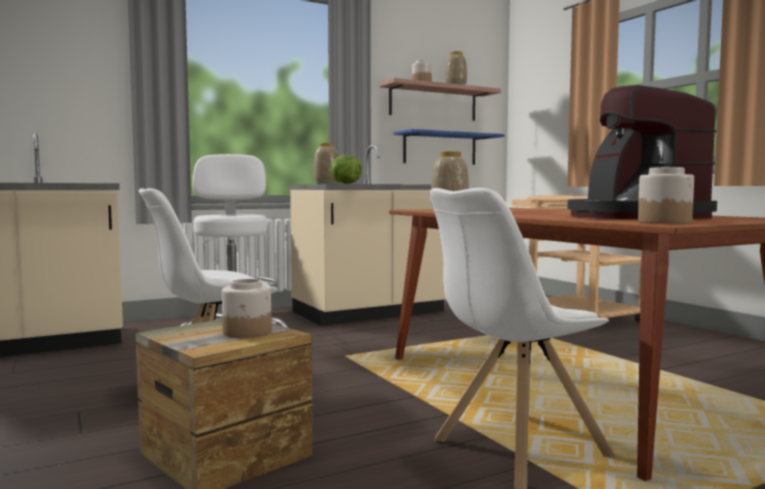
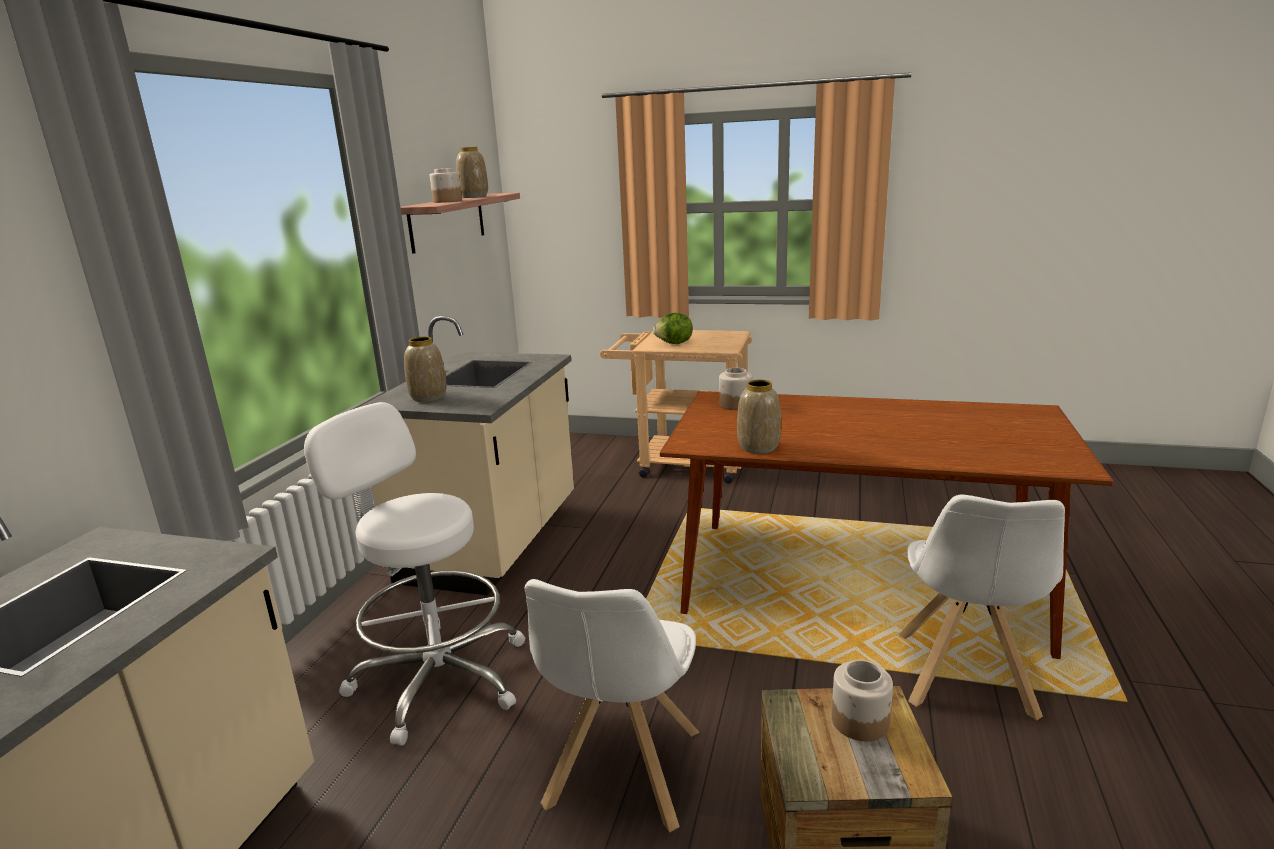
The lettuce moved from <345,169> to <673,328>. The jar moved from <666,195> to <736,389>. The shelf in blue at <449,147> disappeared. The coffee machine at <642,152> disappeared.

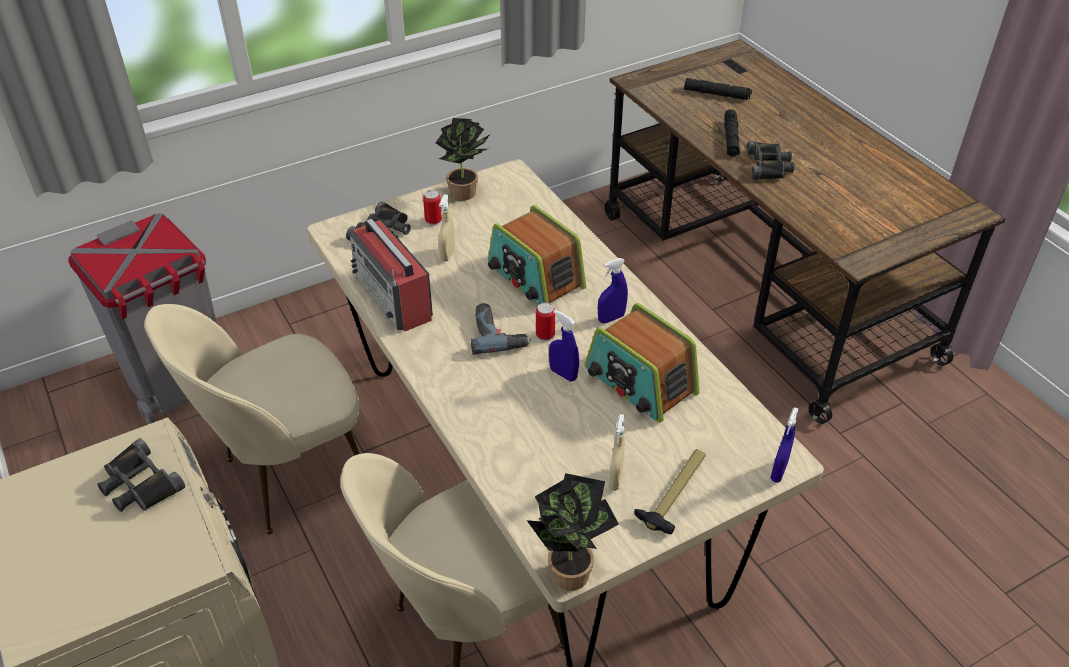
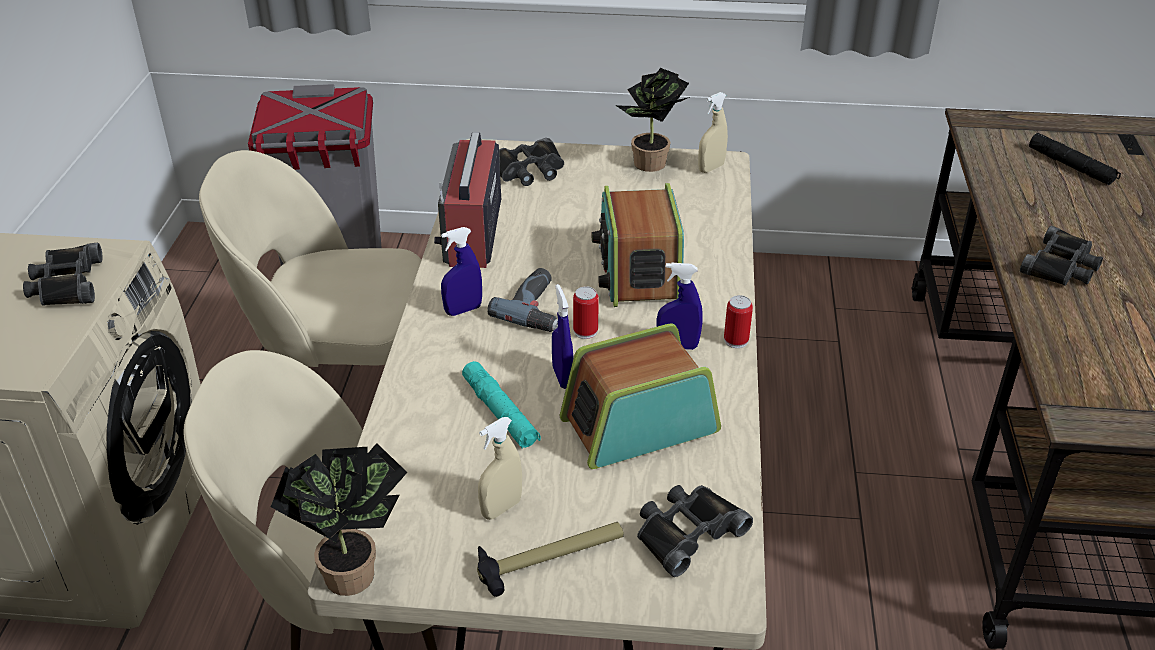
The spray bottle in blue moved from <785,445> to <461,271>. The flashlight in turquoise at <501,404> appeared. The radio at <642,363> turned 75 degrees clockwise. The binoculars in black at <695,531> appeared. The spray bottle in beige moved from <447,228> to <713,132>. The can moved from <432,208> to <738,321>. The flashlight in black at <732,133> disappeared.

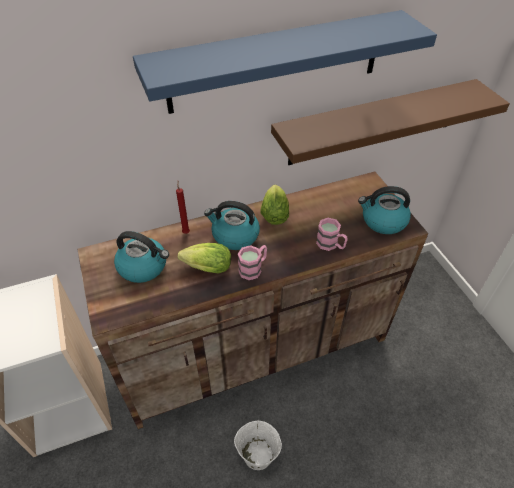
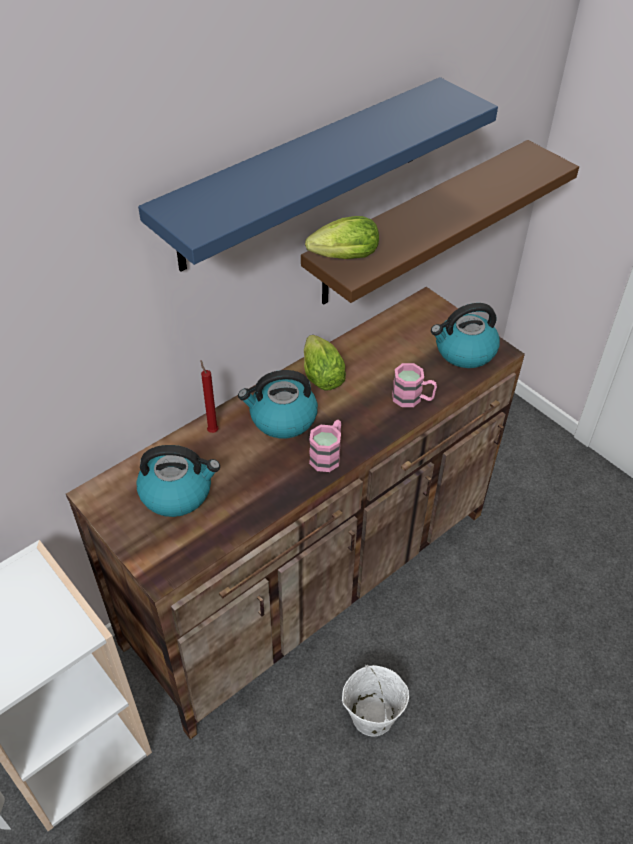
The lettuce moved from <204,258> to <342,237>.

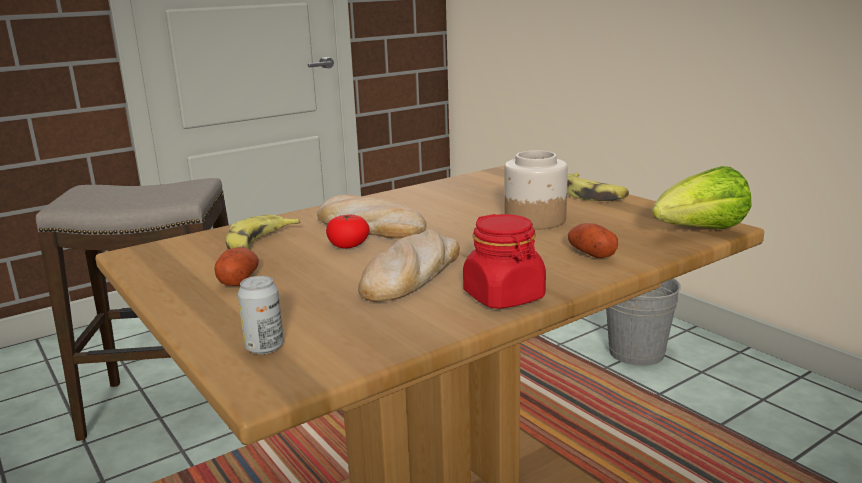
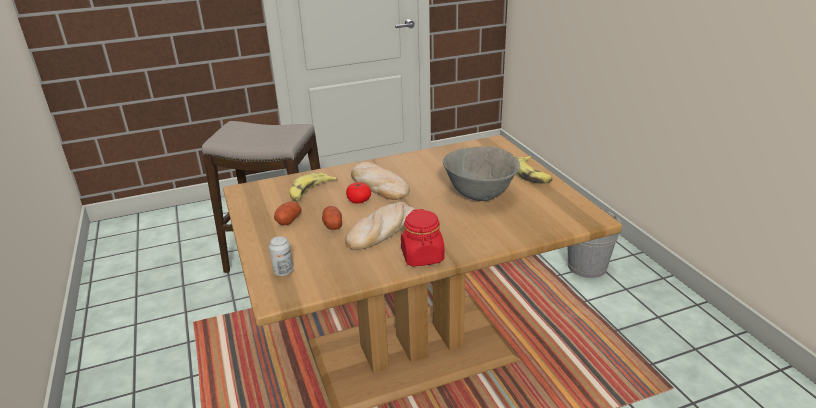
The potato moved from <593,240> to <332,218>. The jar at <536,190> was replaced by the bowl in grey at <481,173>. The lettuce at <702,197> disappeared.

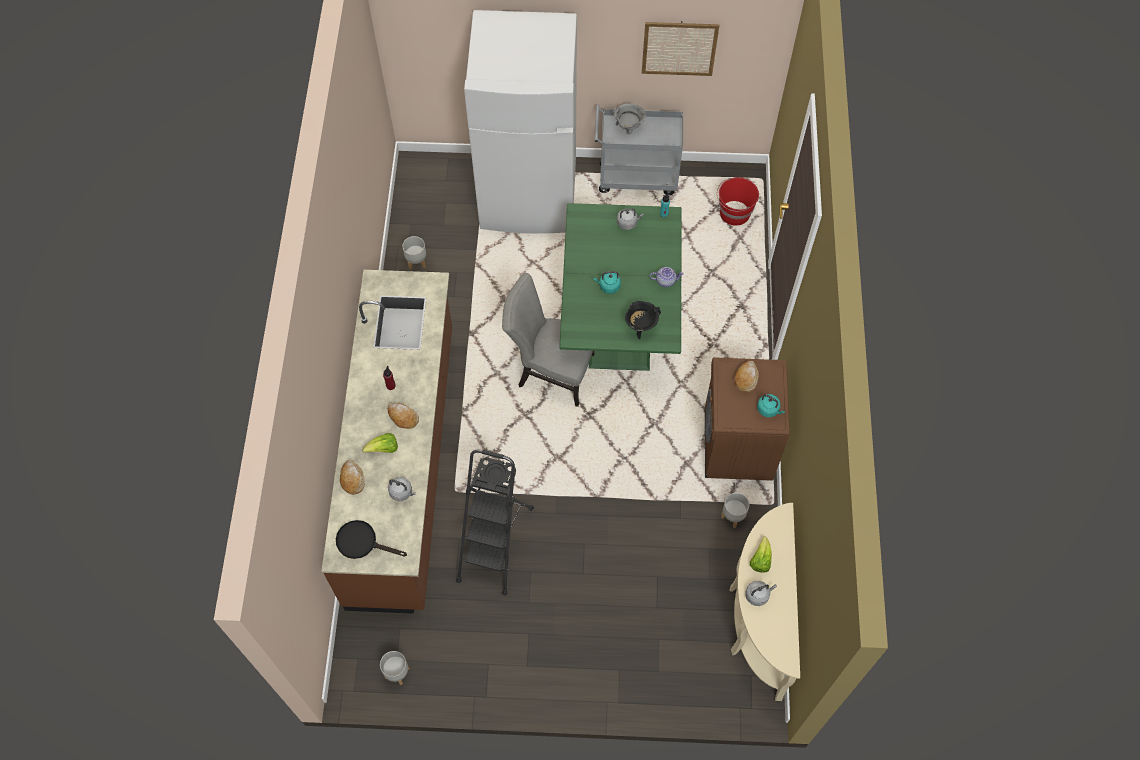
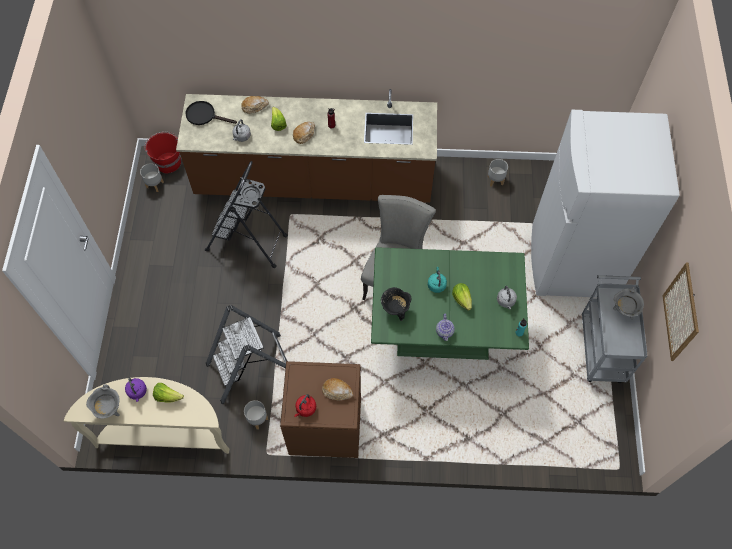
The cooking pot in grey at <103,401> appeared. The kettle in grey at <761,593> became the kettle in purple at <136,390>. The bucket in red moved from <738,201> to <162,153>. The frying pan in black at <371,539> turned 90 degrees counterclockwise. The step ladder in grey at <246,354> appeared. The kettle in turquoise at <771,405> became the kettle in red at <305,405>. The lettuce at <462,297> appeared.

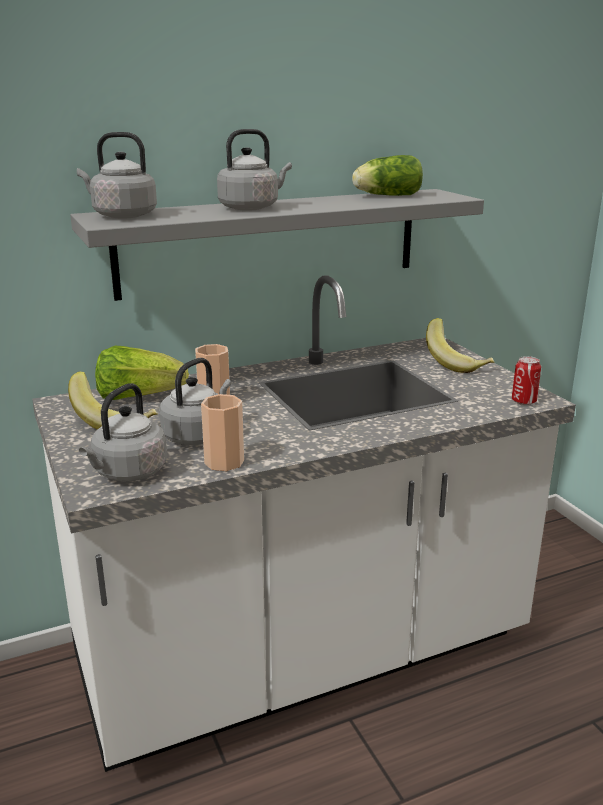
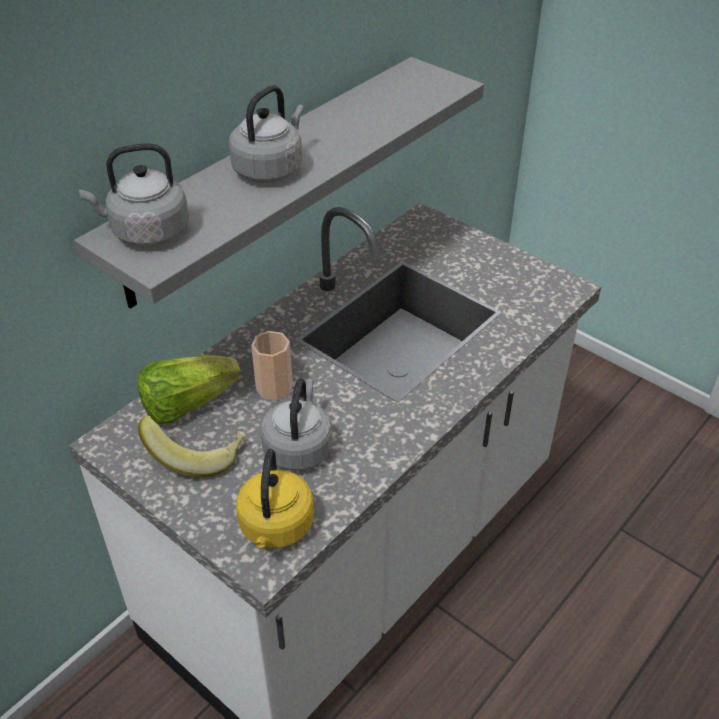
The kettle in grey at <123,432> became the kettle in yellow at <275,499>. The cup at <222,432> disappeared. The lettuce at <387,175> disappeared. The banana at <460,345> disappeared. The can at <526,380> disappeared.

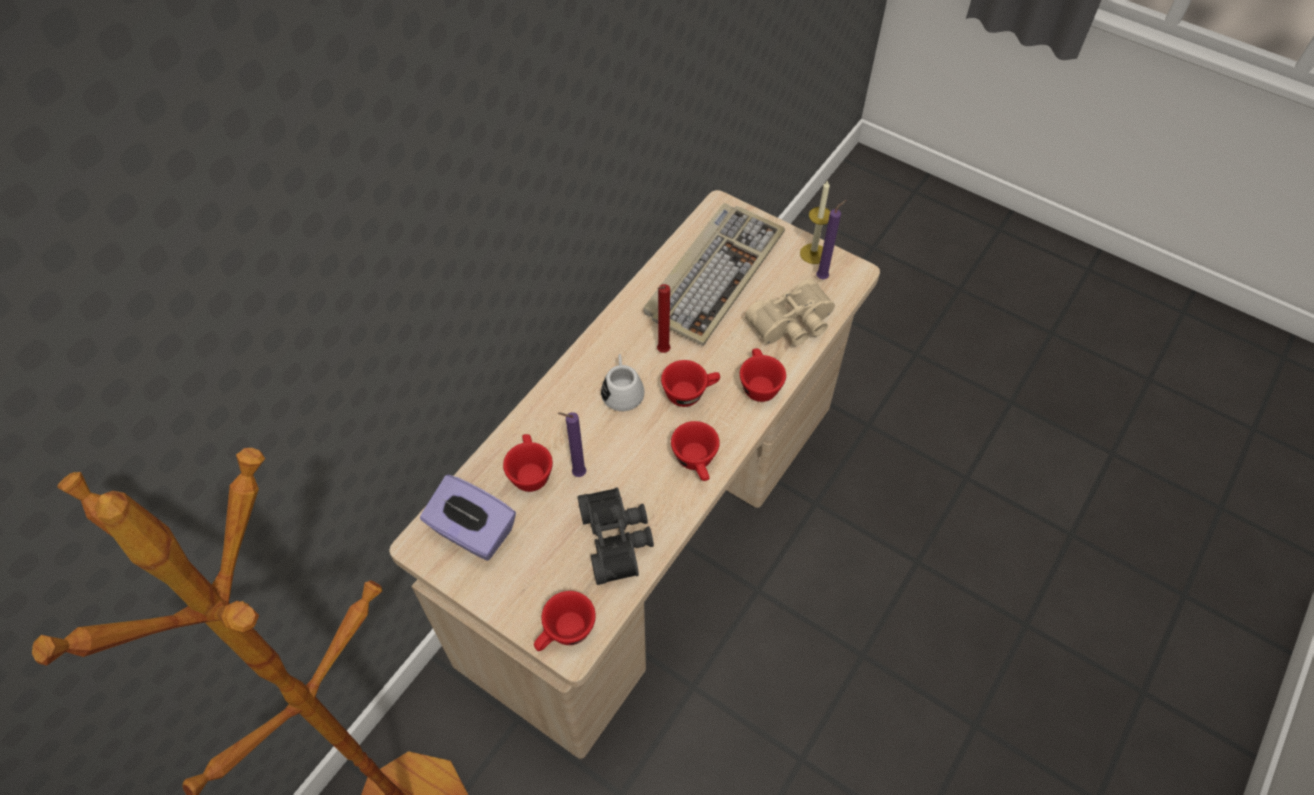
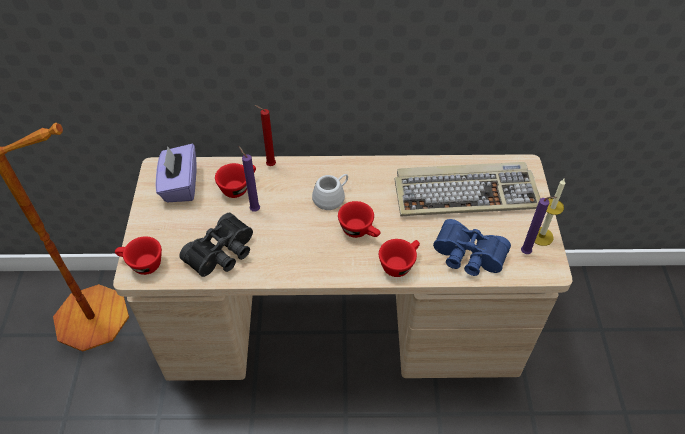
The candle in red moved from <663,318> to <265,135>. The binoculars in beige at <790,312> became the binoculars in blue at <472,247>. The cup in red at <695,451> disappeared.

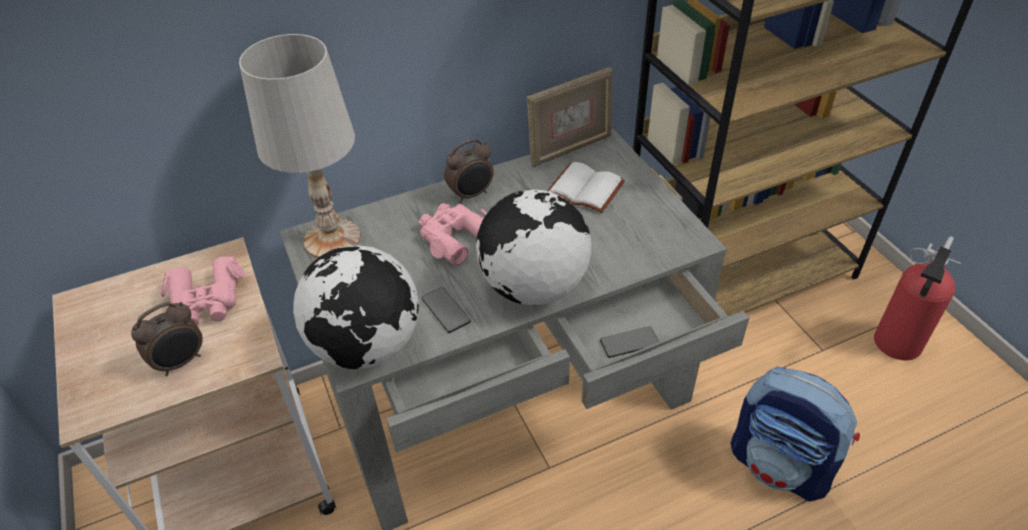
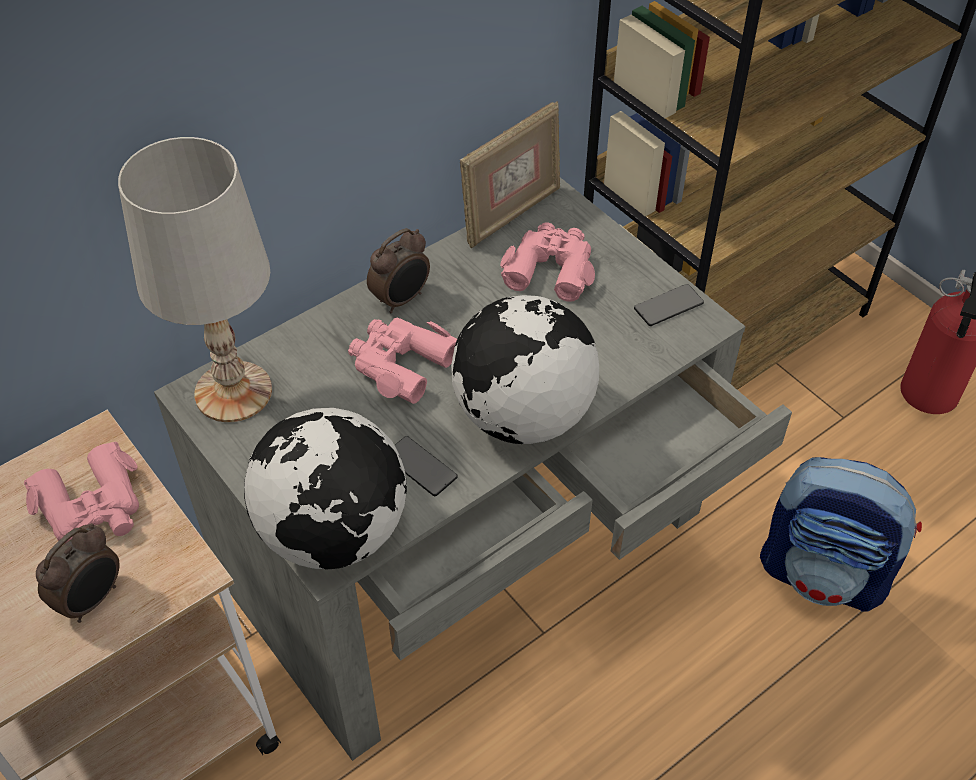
The book in white at <586,187> was replaced by the binoculars in pink at <547,262>. The phone moved from <629,342> to <669,305>.

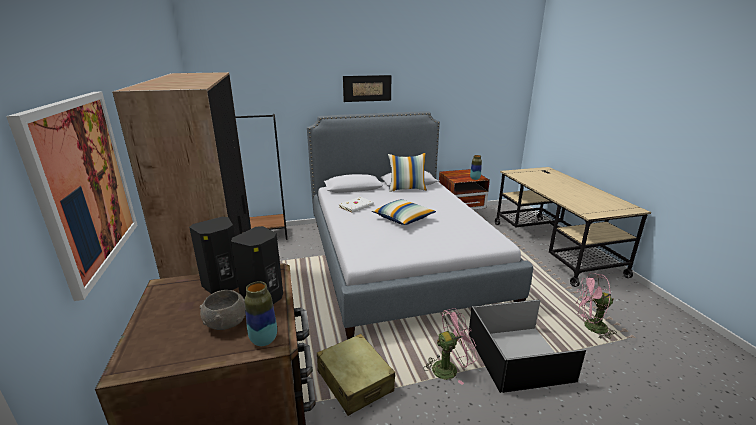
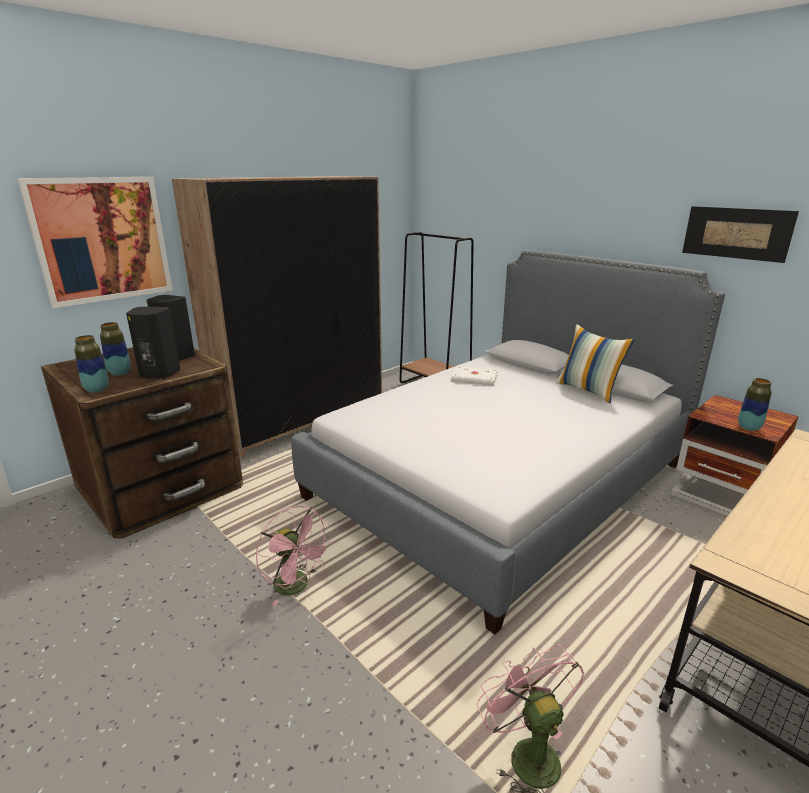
The bowl in grey at <223,310> was replaced by the vase at <115,349>. The picture moved from <367,88> to <740,234>. The suitcase in beige at <356,375> disappeared. The pillow at <404,212> disappeared. The storage box in black at <527,346> disappeared.

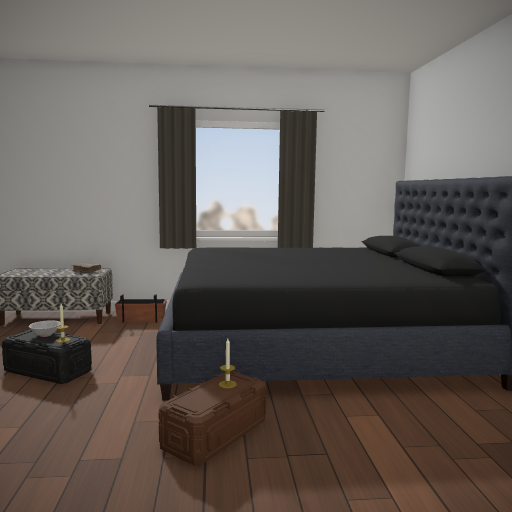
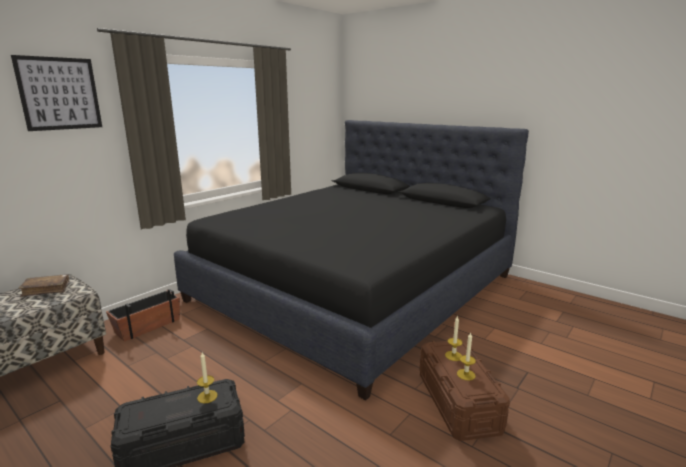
The picture at <56,93> appeared. The candle at <466,356> appeared. The bowl in white at <44,328> disappeared.

